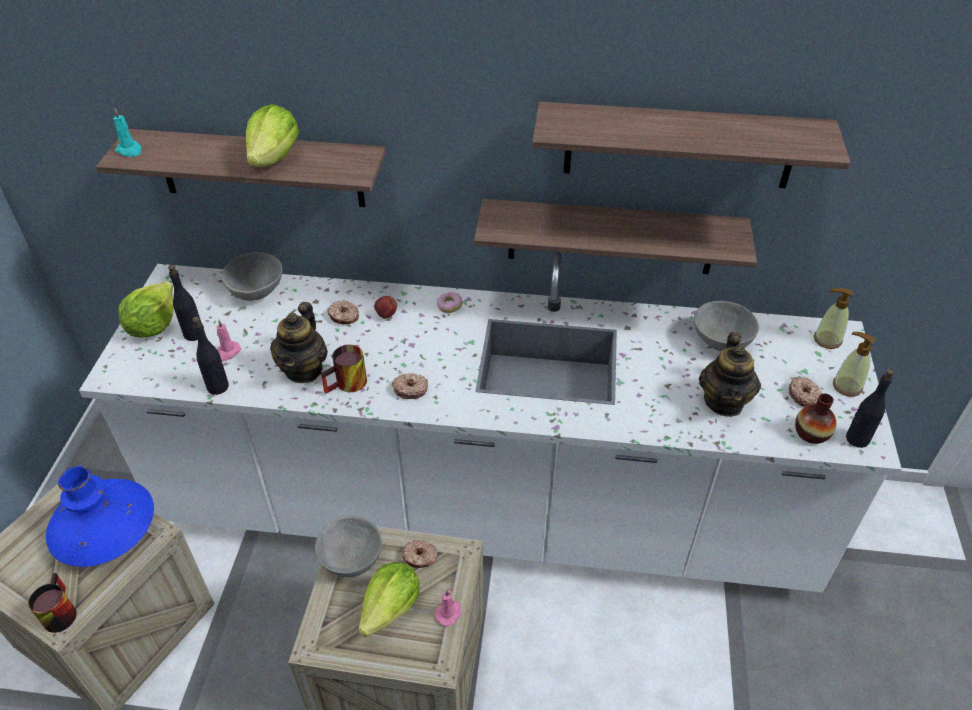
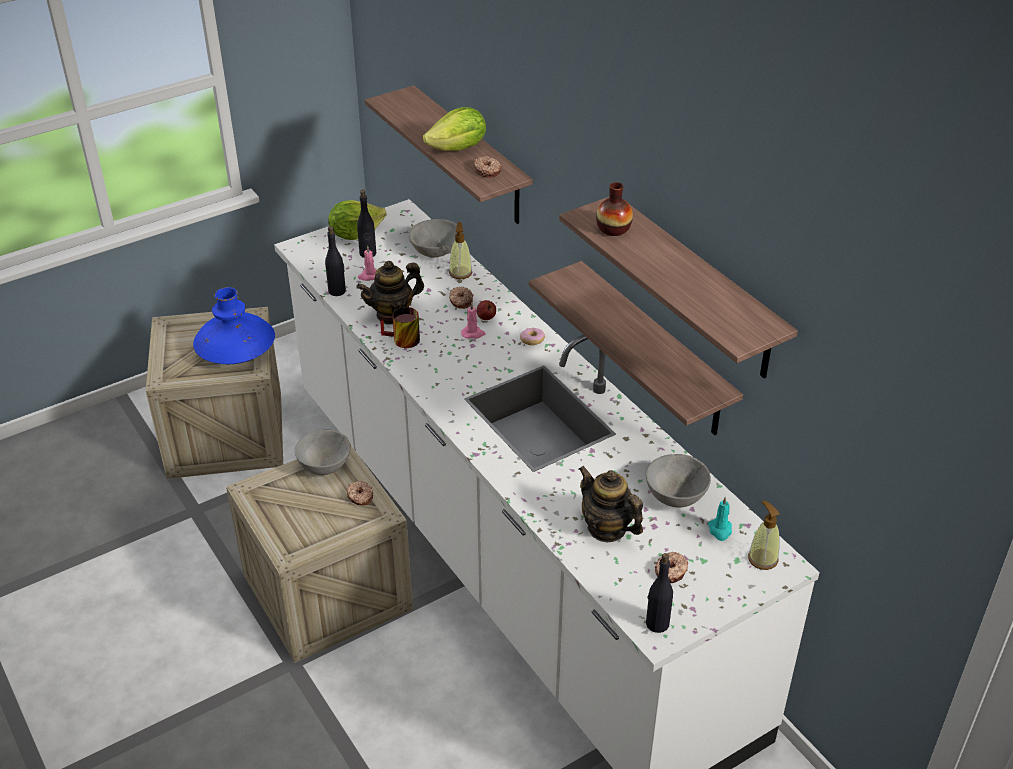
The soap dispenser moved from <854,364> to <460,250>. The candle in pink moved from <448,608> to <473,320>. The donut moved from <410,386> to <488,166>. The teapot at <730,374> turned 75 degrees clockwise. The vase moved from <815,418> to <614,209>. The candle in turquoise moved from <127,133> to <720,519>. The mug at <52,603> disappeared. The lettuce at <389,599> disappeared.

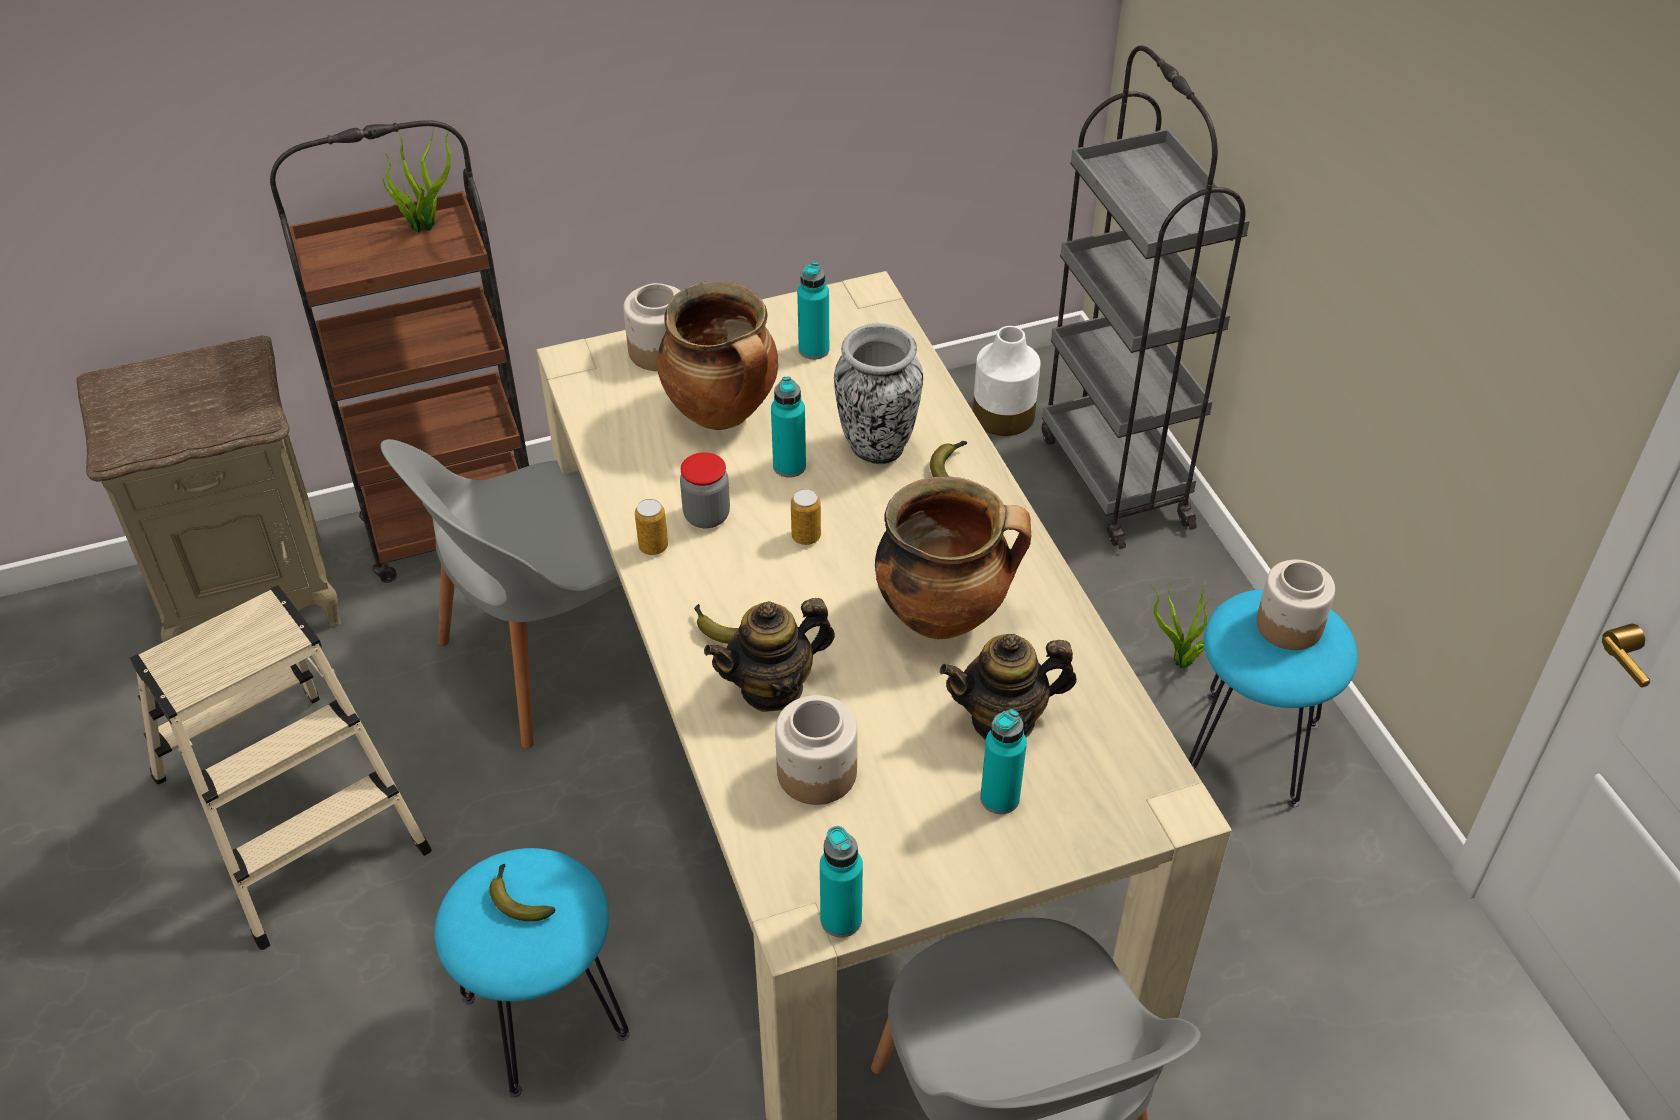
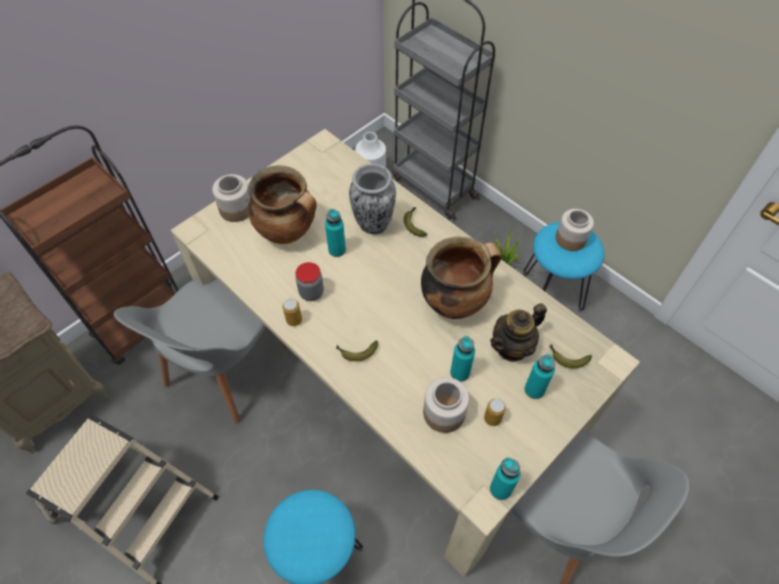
The bottle in turquoise moved from <813,310> to <462,359>. The can moved from <806,517> to <495,412>. The banana moved from <522,892> to <570,356>. The potted plant at <416,182> disappeared. The teapot at <769,655> disappeared.

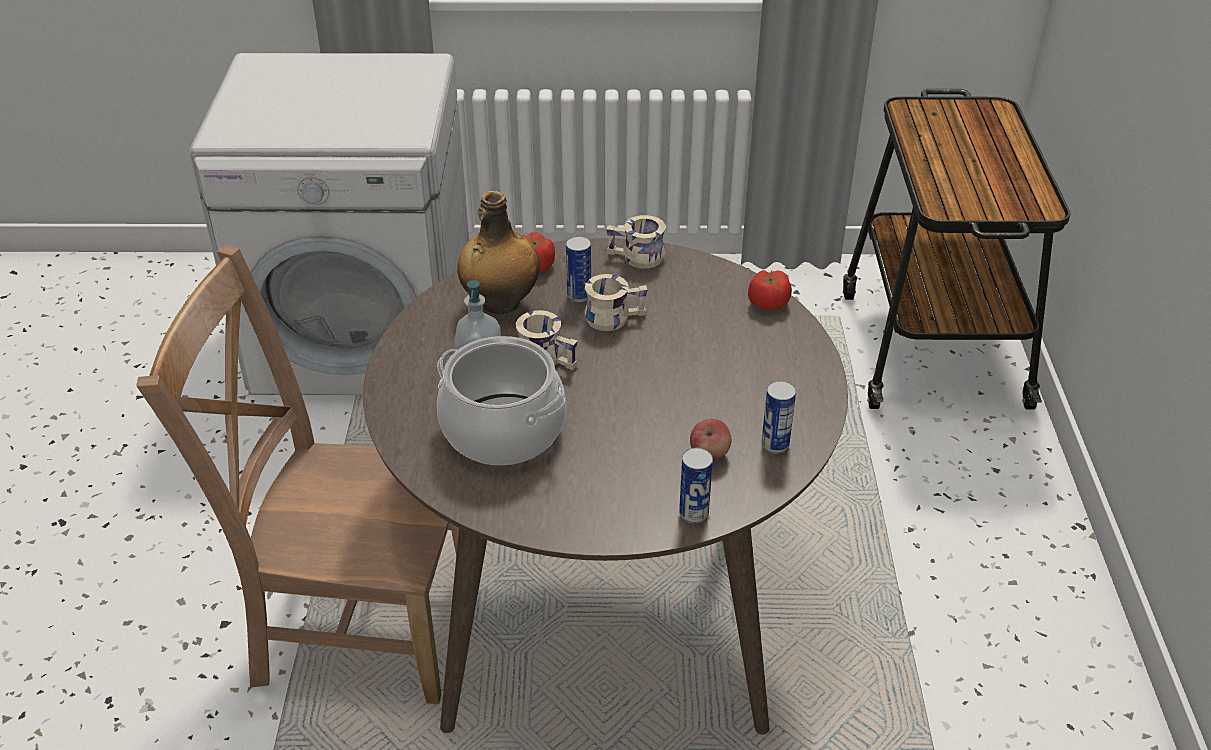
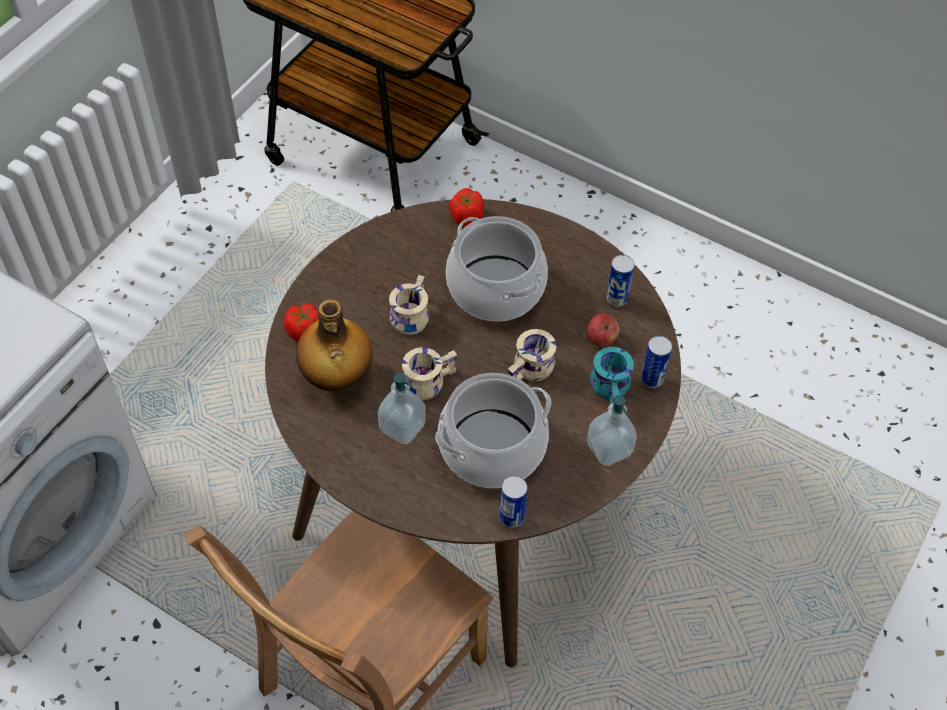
The cooking pot at <497,268> appeared. The can moved from <578,269> to <513,502>. The mug in beige moved from <636,242> to <532,355>. The soap dispenser at <612,430> appeared. The mug in turquoise at <612,375> appeared.

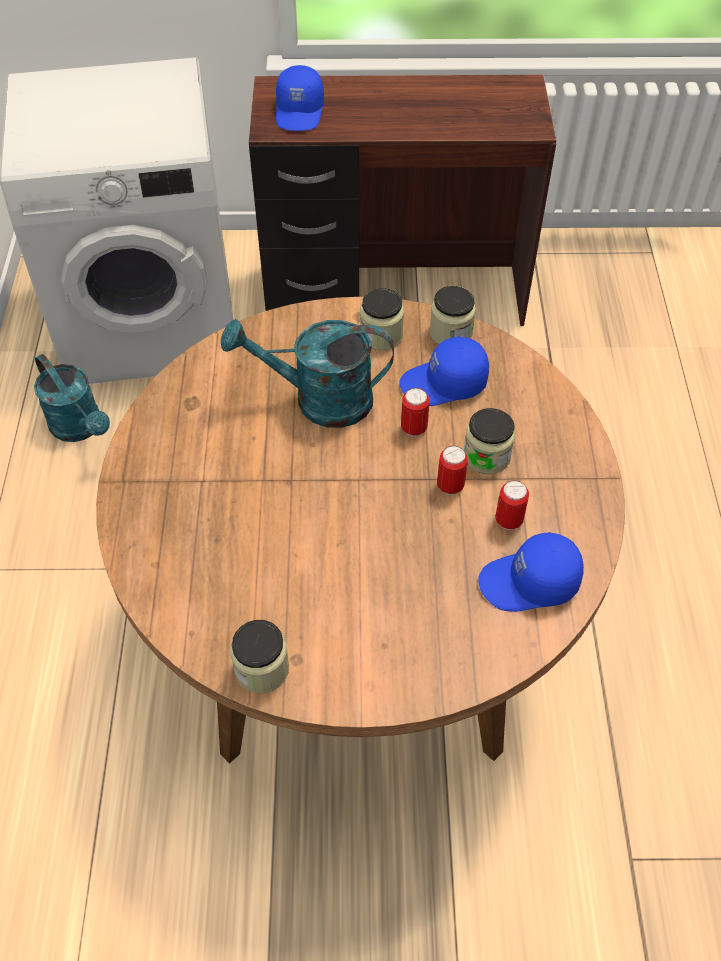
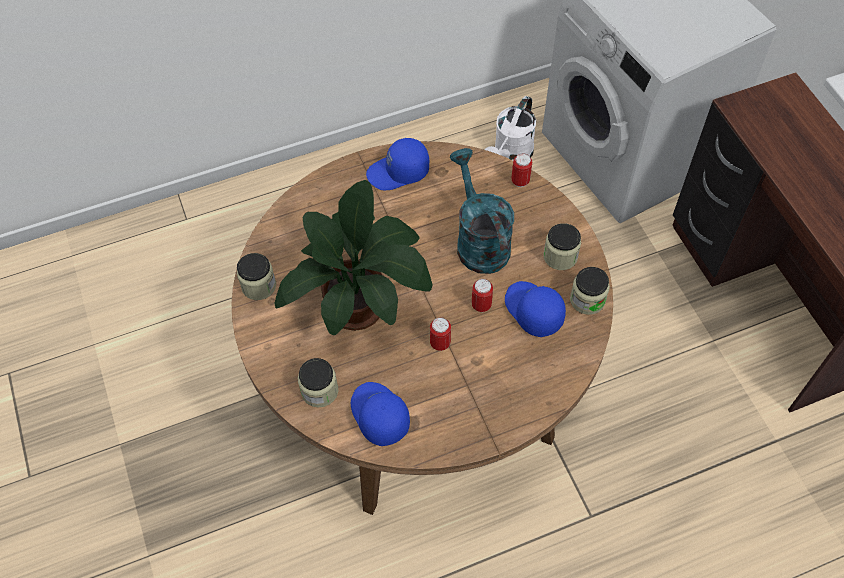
The potted plant at <354,257> appeared. The jar moved from <489,441> to <318,382>. The cap in blue moved from <300,98> to <397,164>. The watering can in turquoise at <72,398> became the watering can in white at <510,128>. The can moved from <512,505> to <521,170>.

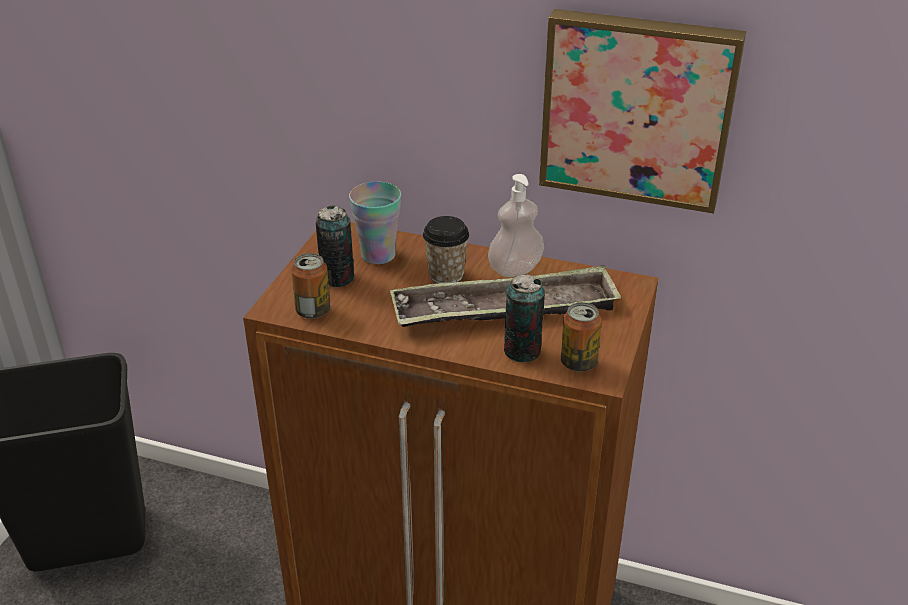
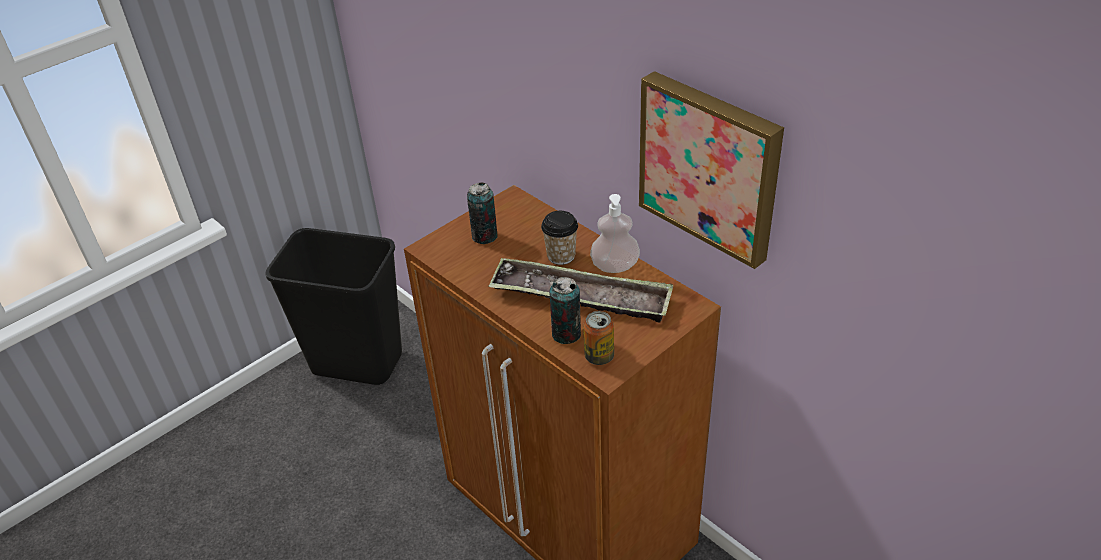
The can at <310,286> disappeared. The cup at <375,223> disappeared.

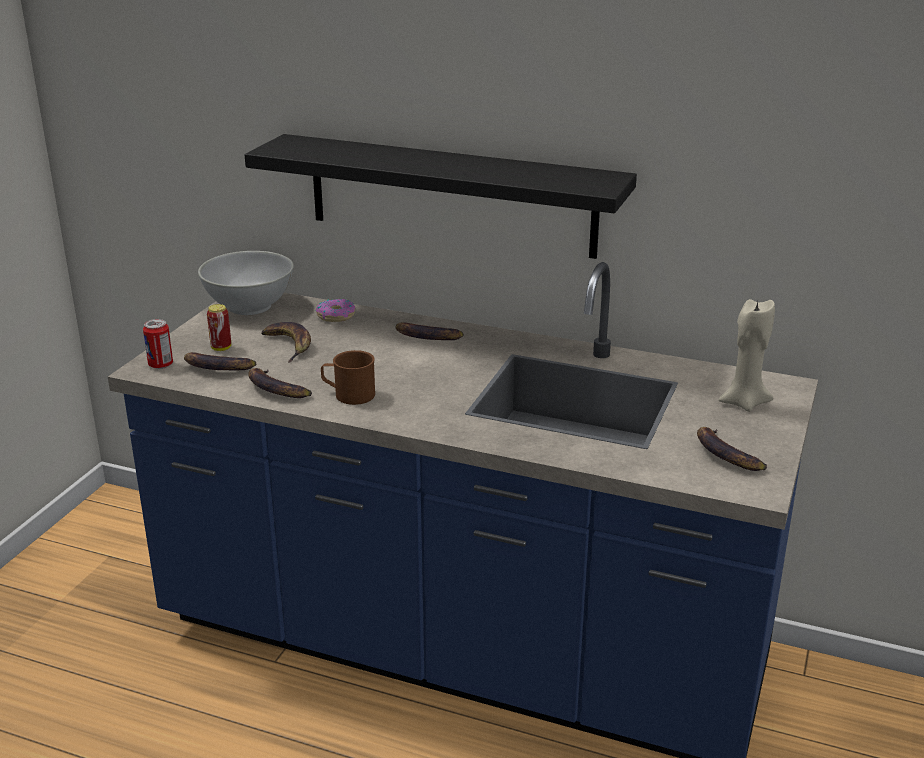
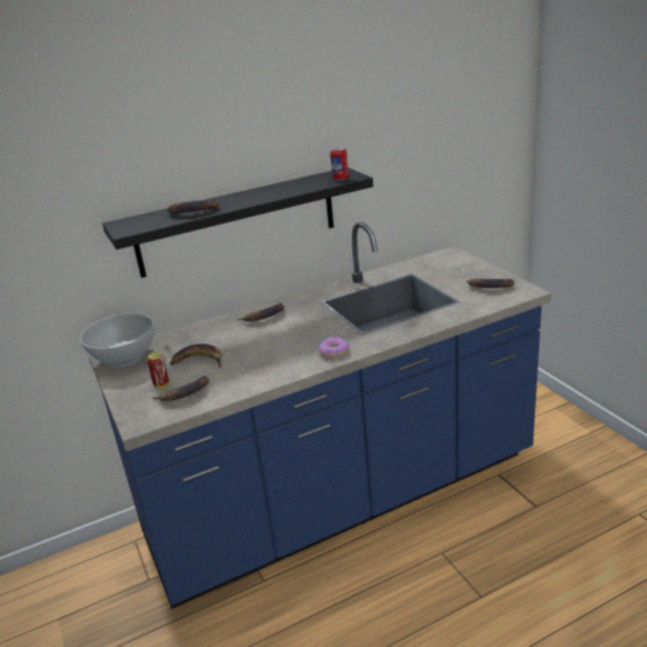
The banana moved from <280,383> to <194,206>. The donut moved from <335,310> to <333,347>. The can moved from <158,344> to <339,164>. The mug in brown at <348,377> disappeared. The candle in beige at <747,355> disappeared.

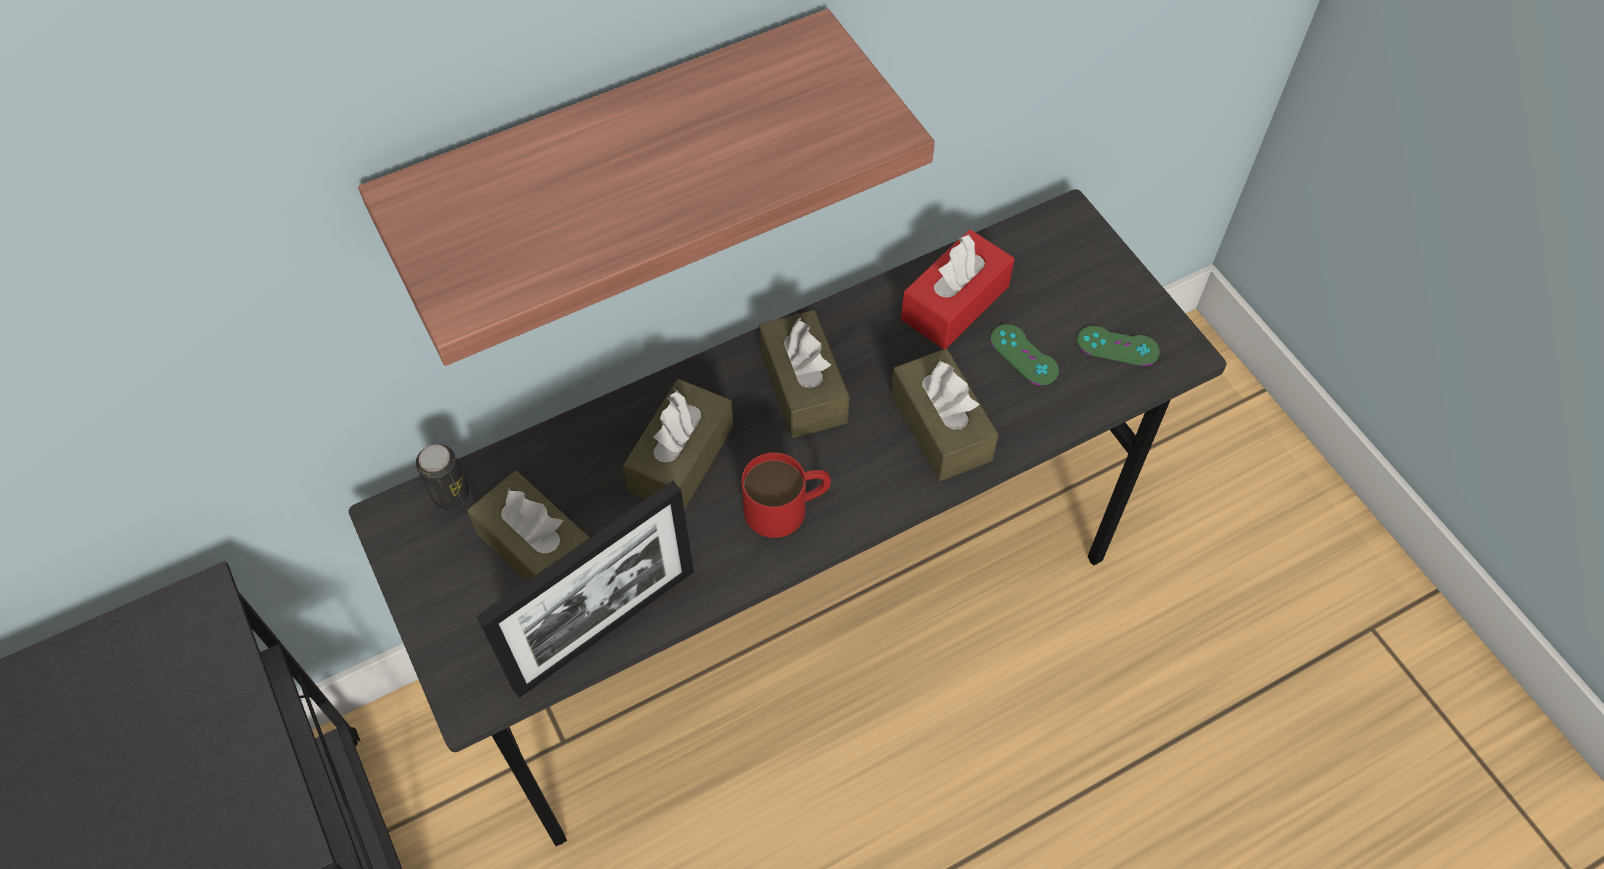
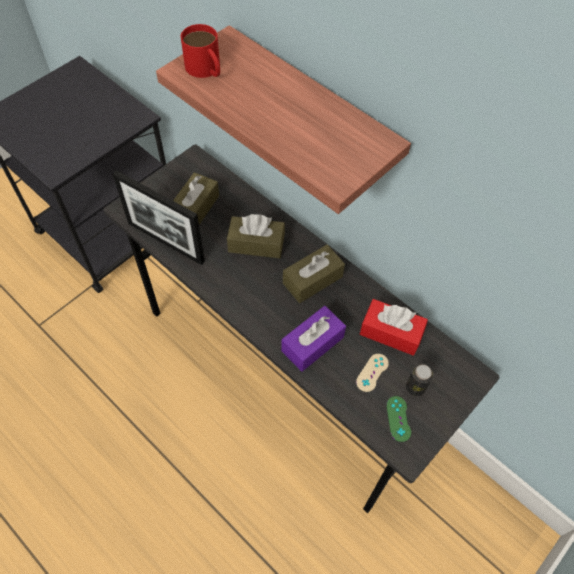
The mug in red moved from <786,495> to <200,51>. The tissue box in brown at <945,415> became the tissue box in purple at <313,339>. The game controller in green at <1024,354> became the game controller in beige at <372,373>. The can moved from <443,477> to <419,380>.

